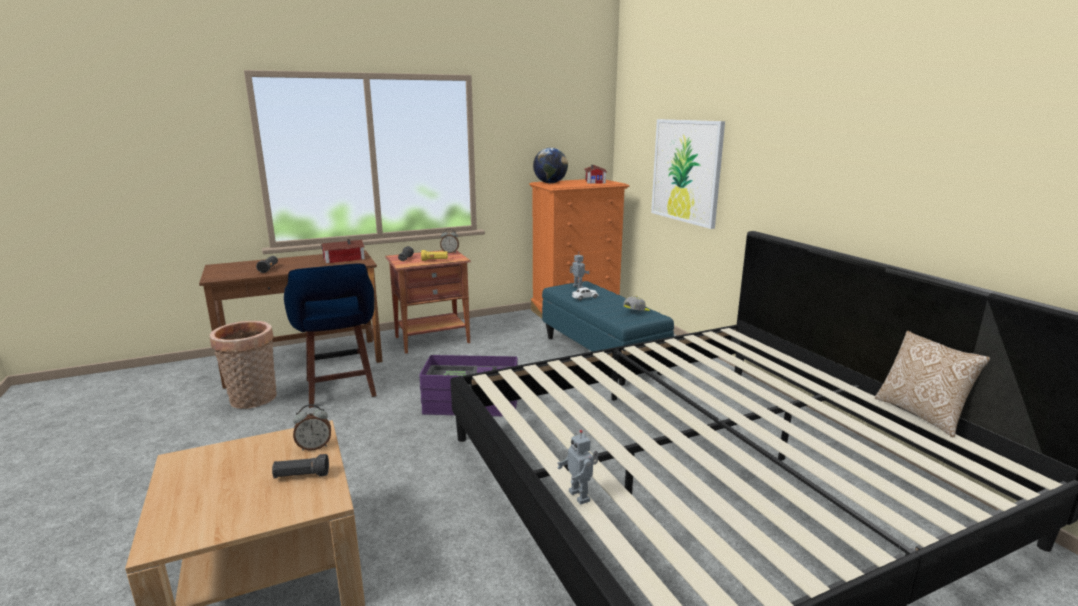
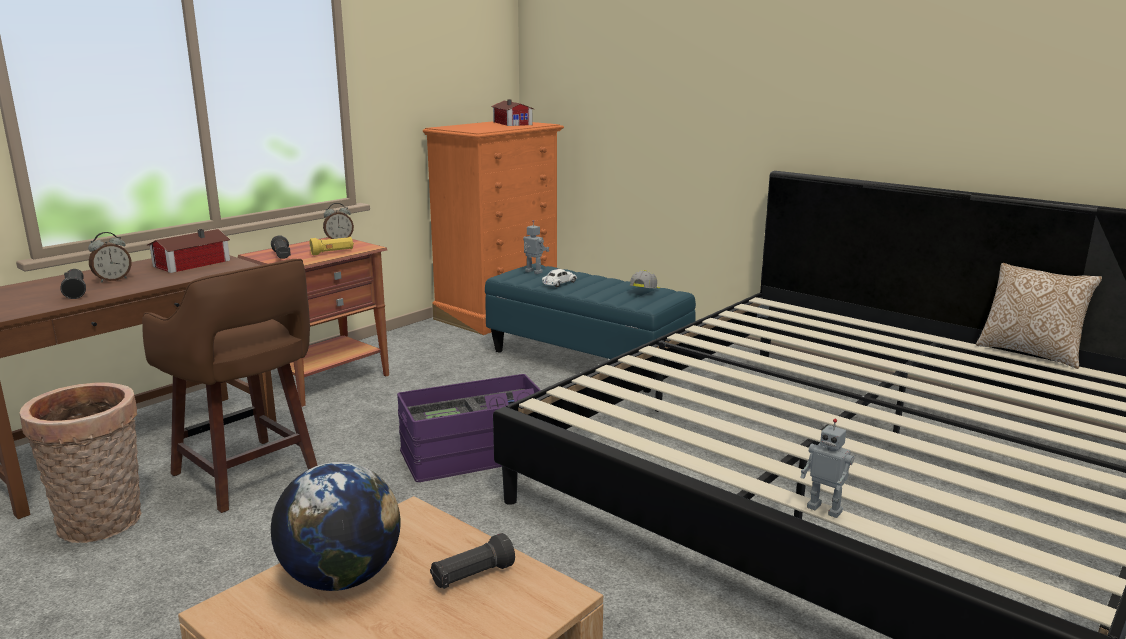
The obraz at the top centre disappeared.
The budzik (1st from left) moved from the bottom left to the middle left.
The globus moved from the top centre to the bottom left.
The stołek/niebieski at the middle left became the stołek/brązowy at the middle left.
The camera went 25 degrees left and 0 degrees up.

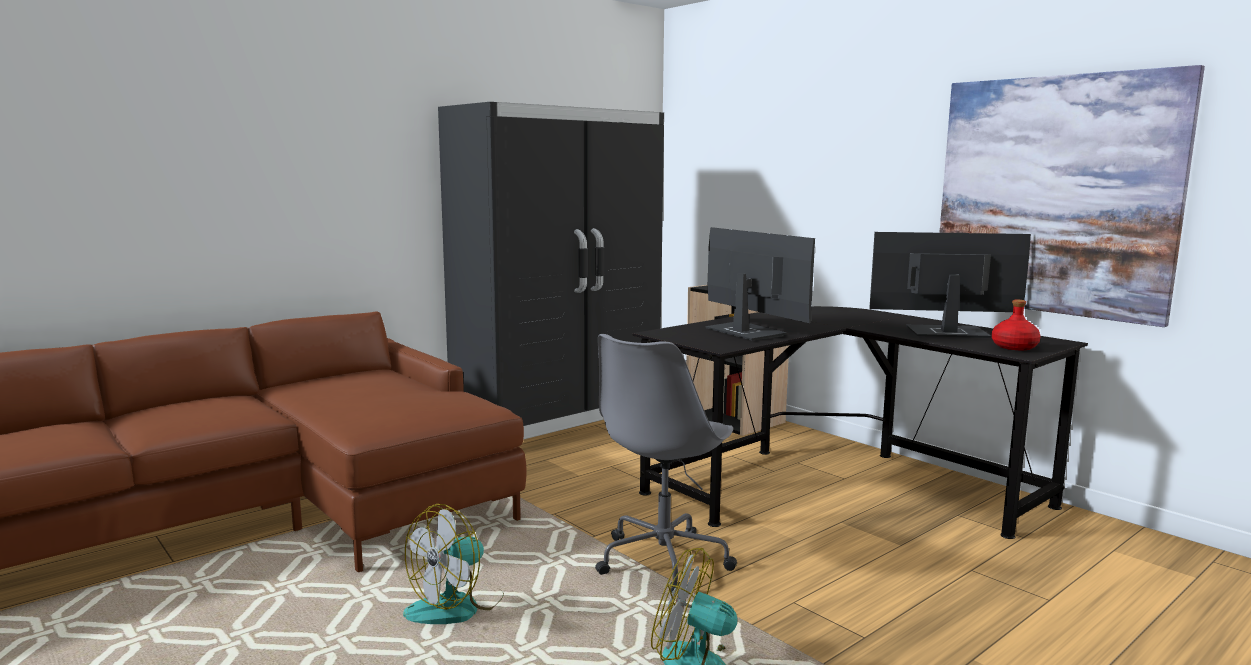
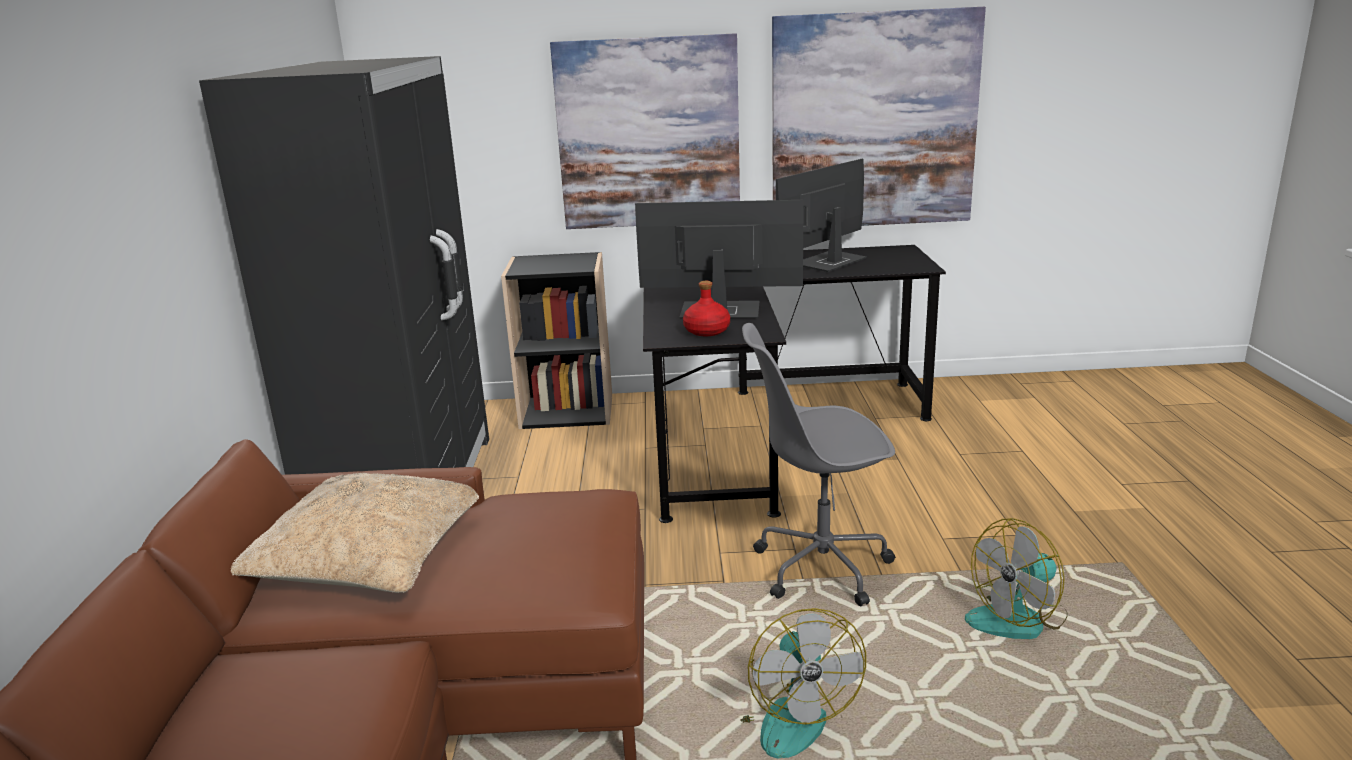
The poduszka/beżowy at the bottom left appeared.
The obraz (1st from left) at the top centre appeared.
The butelka/czerwony moved from the middle right to the centre.
The krzesło biurowe/szary at the bottom centre turned 105 degrees clockwise.
The camera went 50 degrees left and 10 degrees up.

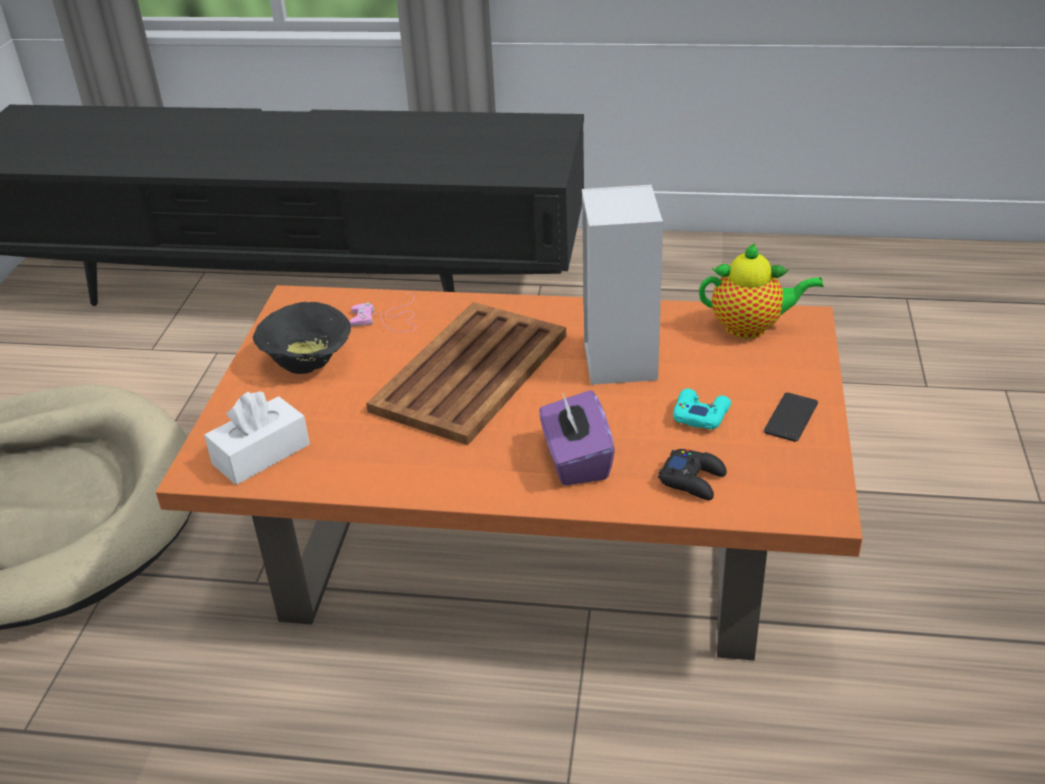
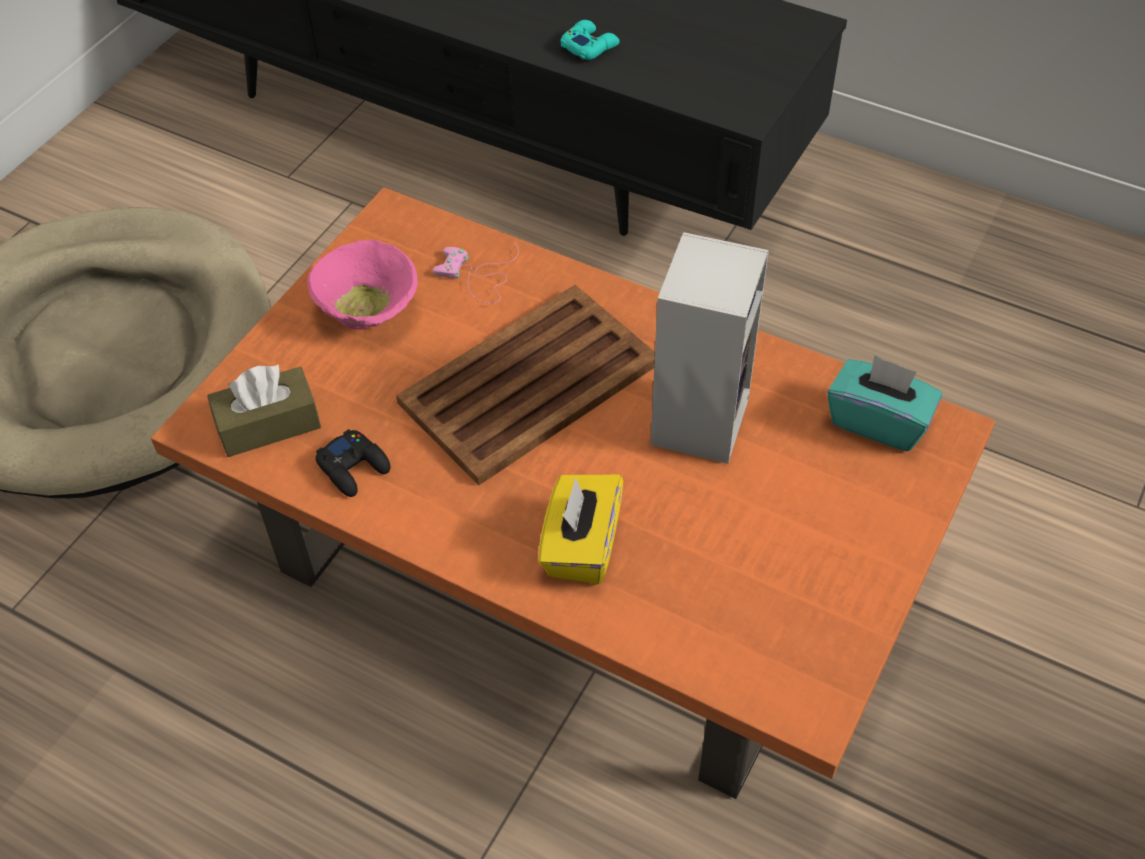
The telefon at the middle right disappeared.
The pad do gier/czarny moved from the centre to the middle left.
The pad do gier/turkusowy moved from the middle right to the top centre.
The imbryk at the middle right was replaced by the pudełko chusteczek/turkusowy at the middle right.
The pudełko chusteczek/biały at the middle left became the pudełko chusteczek/brązowy at the middle left.
The miska/czarny at the middle left became the miska/różowy at the top left.
The pudełko chusteczek/fioletowy at the centre became the pudełko chusteczek/żółty at the centre.
The camera went 20 degrees right and 15 degrees up.

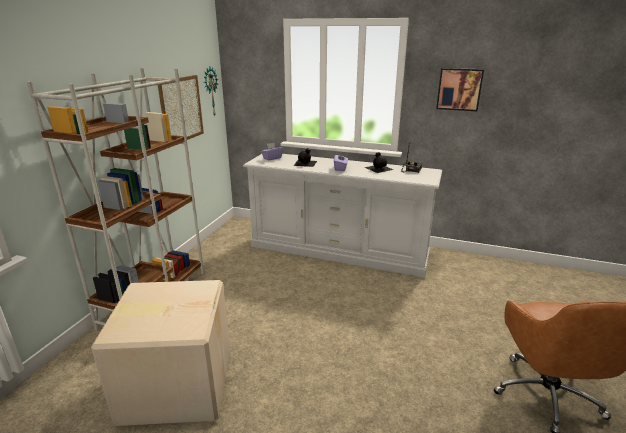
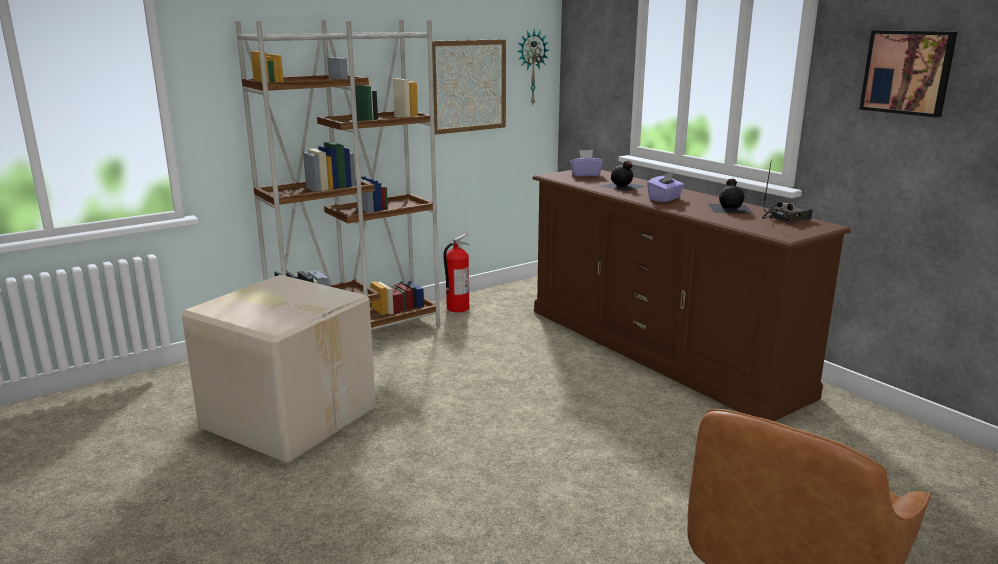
The gaśnica at the centre appeared.
The szafka/biały at the centre became the szafka/brązowy at the middle right.
The camera went 35 degrees right and 5 degrees down.

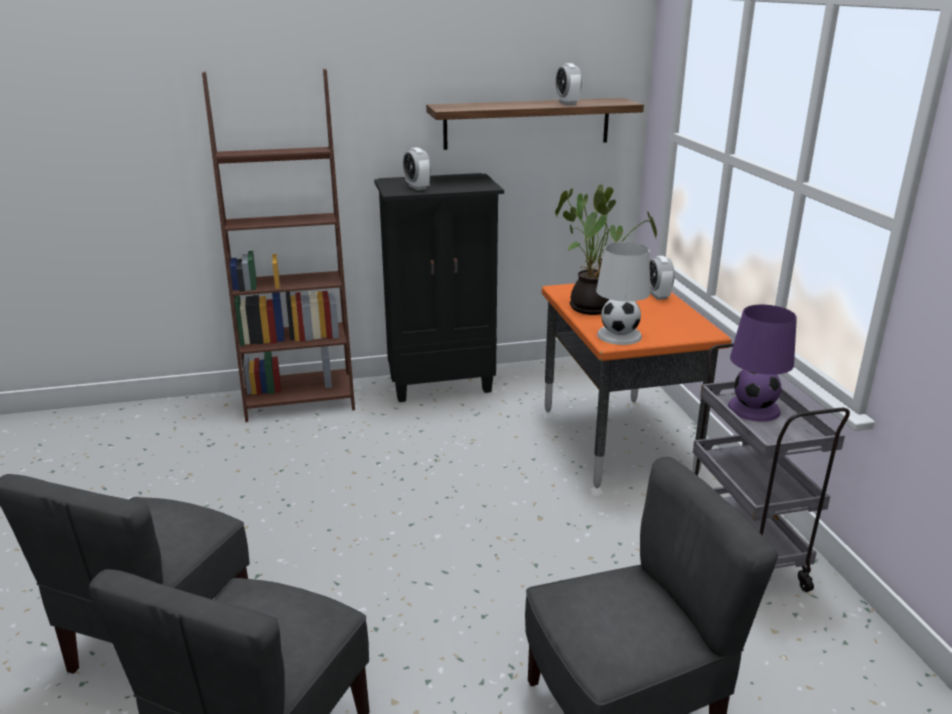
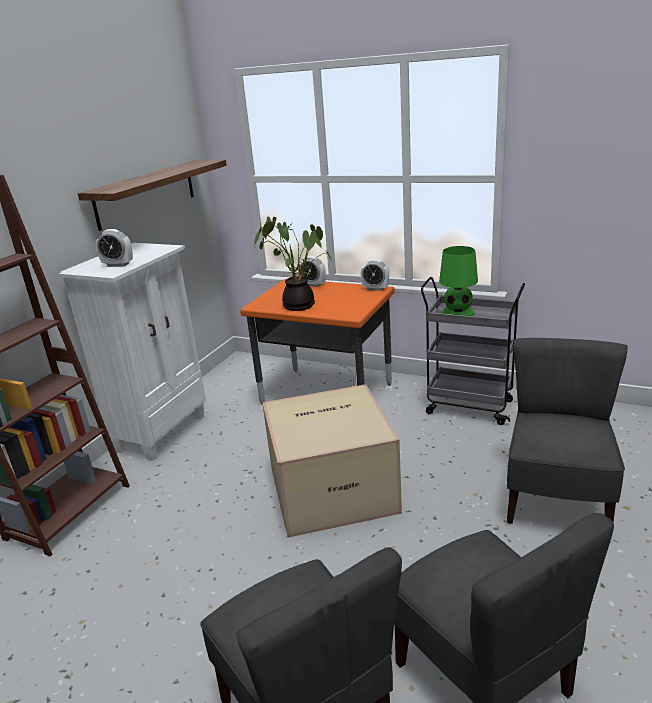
The lampa stołowa/biały at the centre disappeared.
The karton at the centre appeared.
The budzik (2nd from left in the first image) moved from the top centre to the centre.
The szafka/czarny at the centre became the szafka/biały at the middle left.
The lampa stołowa/fioletowy at the middle right became the lampa stołowa/zielony at the middle right.
The camera went 50 degrees left and 0 degrees up.

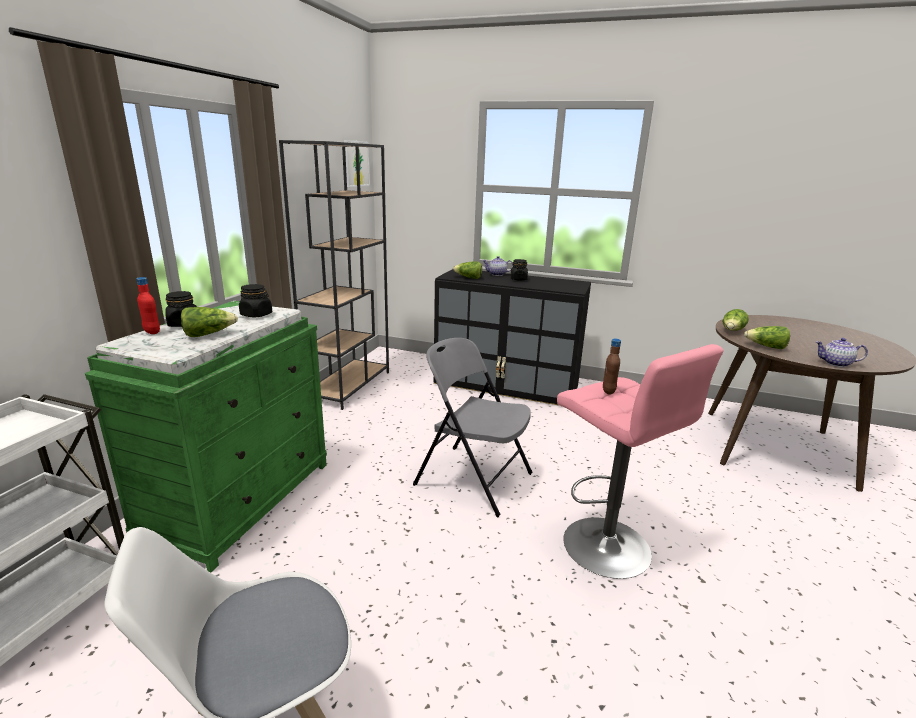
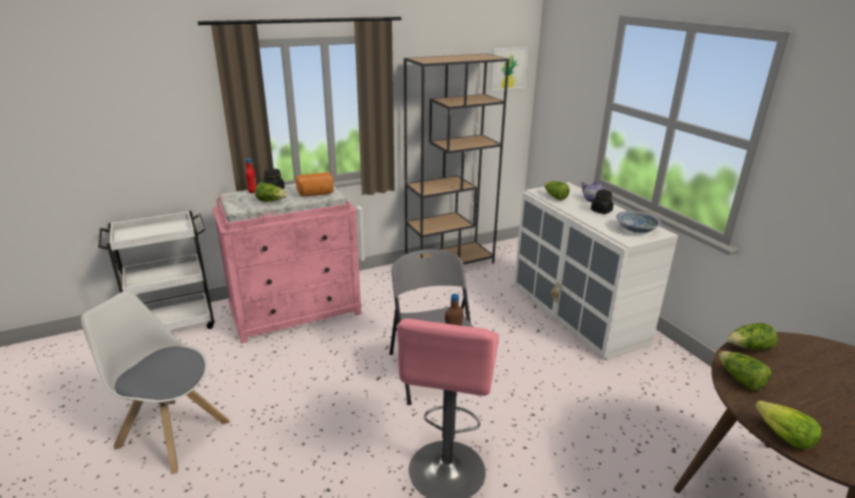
The miska at the middle right appeared.
The słoik/czarny (2nd from left) at the middle left was replaced by the chleb at the centre.
The imbryk (2nd from left) at the middle right was replaced by the sałata (5th from left) at the bottom right.
The komoda/zielony at the middle left became the komoda/różowy at the centre.
The szafka/czarny at the centre became the szafka/biały at the middle right.
The camera went 45 degrees right and 5 degrees up.

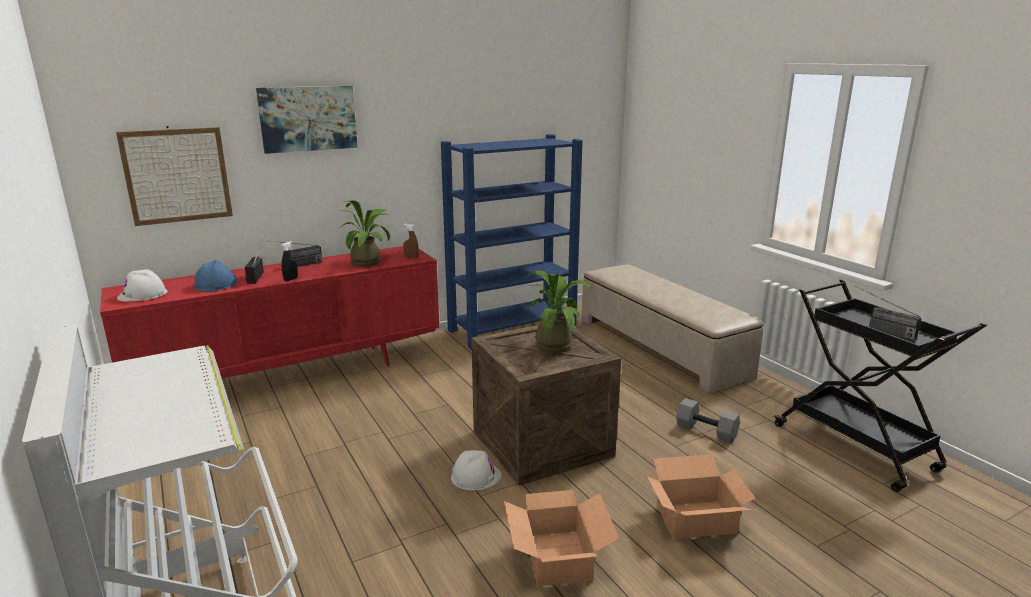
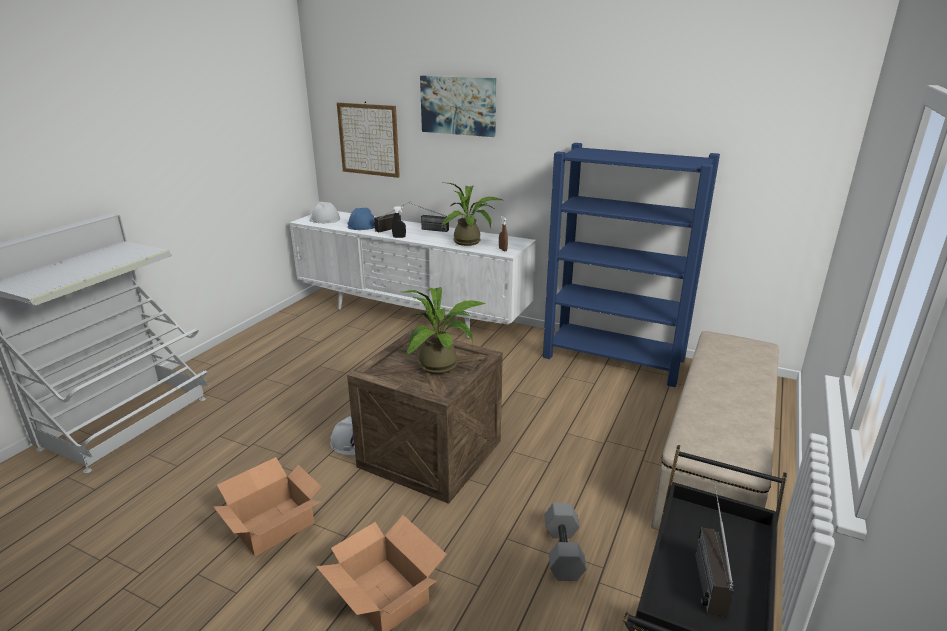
The szafka/czerwony at the middle left became the szafka/biały at the centre.
The camera went 55 degrees right and 5 degrees up.

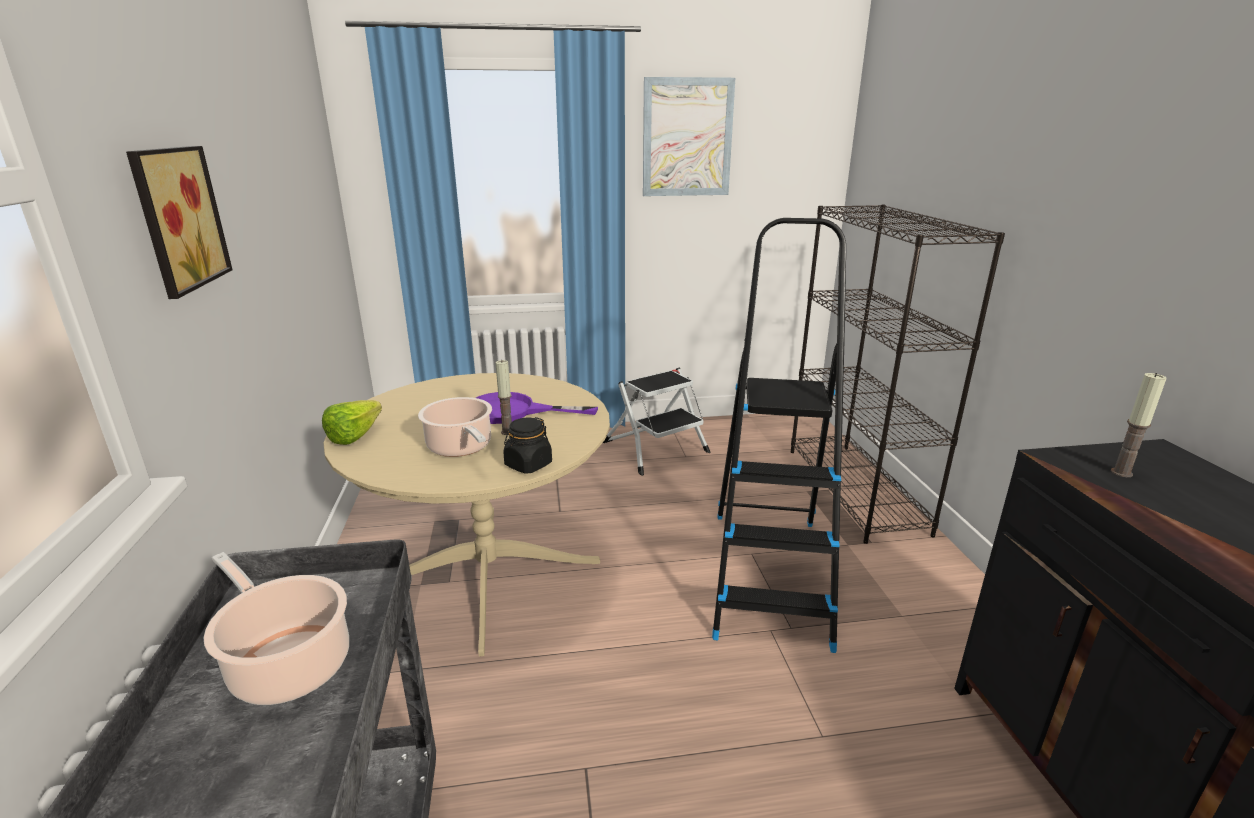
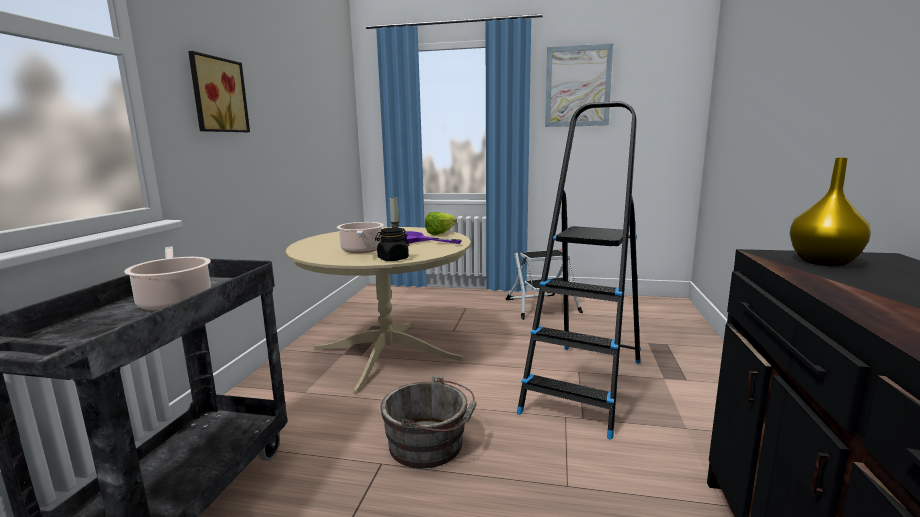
The regał/czarny at the middle right disappeared.
The wiadro/szary at the bottom centre appeared.
The sałata moved from the middle left to the centre.
The świeca (2nd from left) at the middle right was replaced by the wazon/żółty at the middle right.
The camera went 20 degrees right and 10 degrees down.

